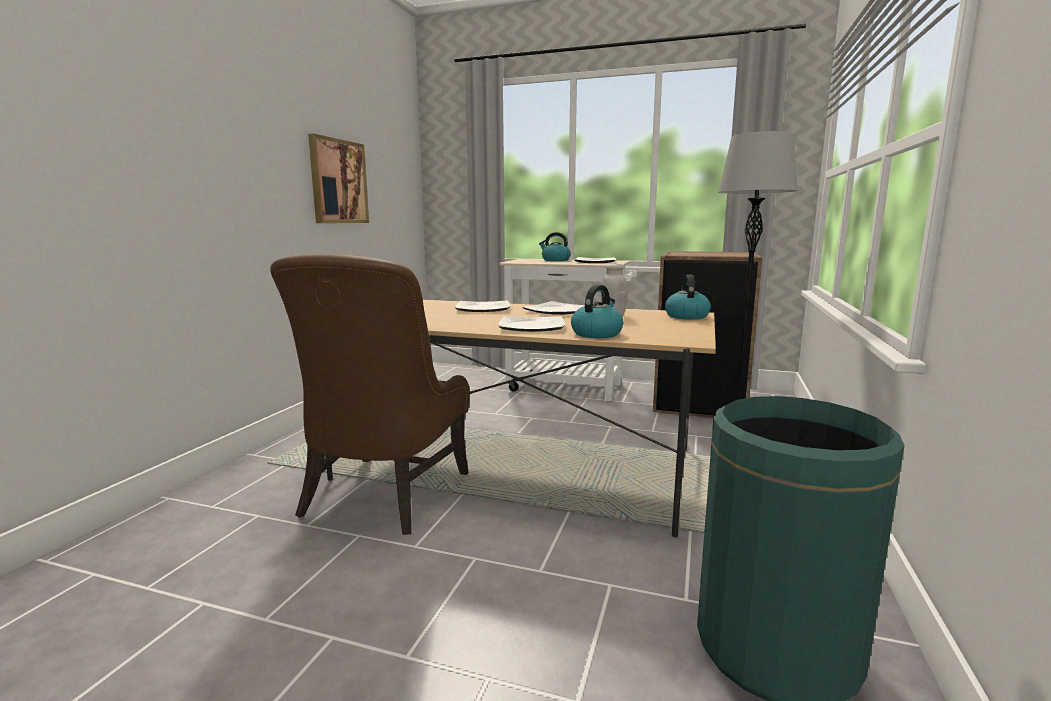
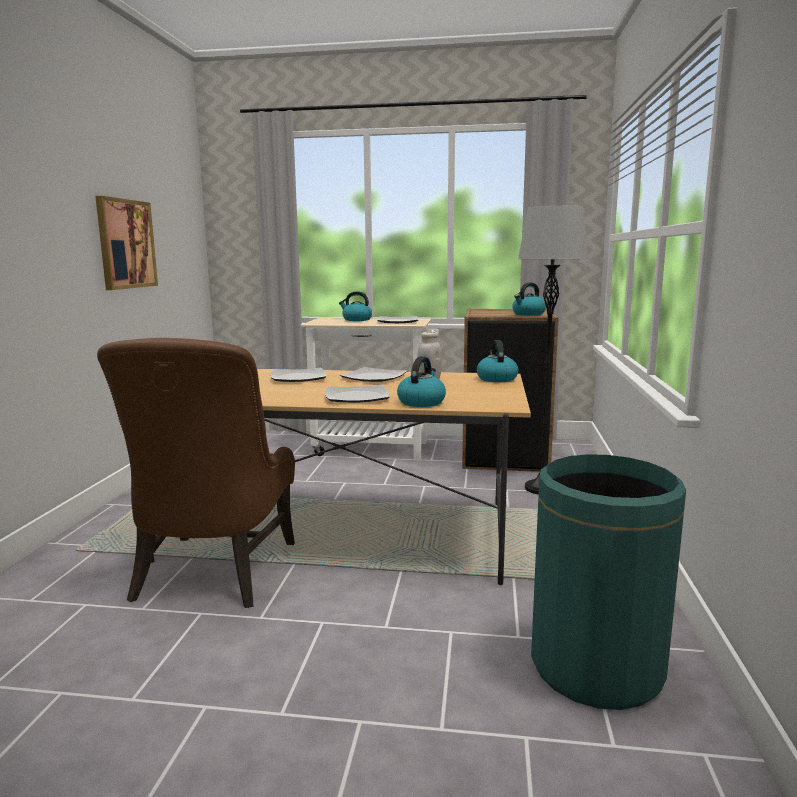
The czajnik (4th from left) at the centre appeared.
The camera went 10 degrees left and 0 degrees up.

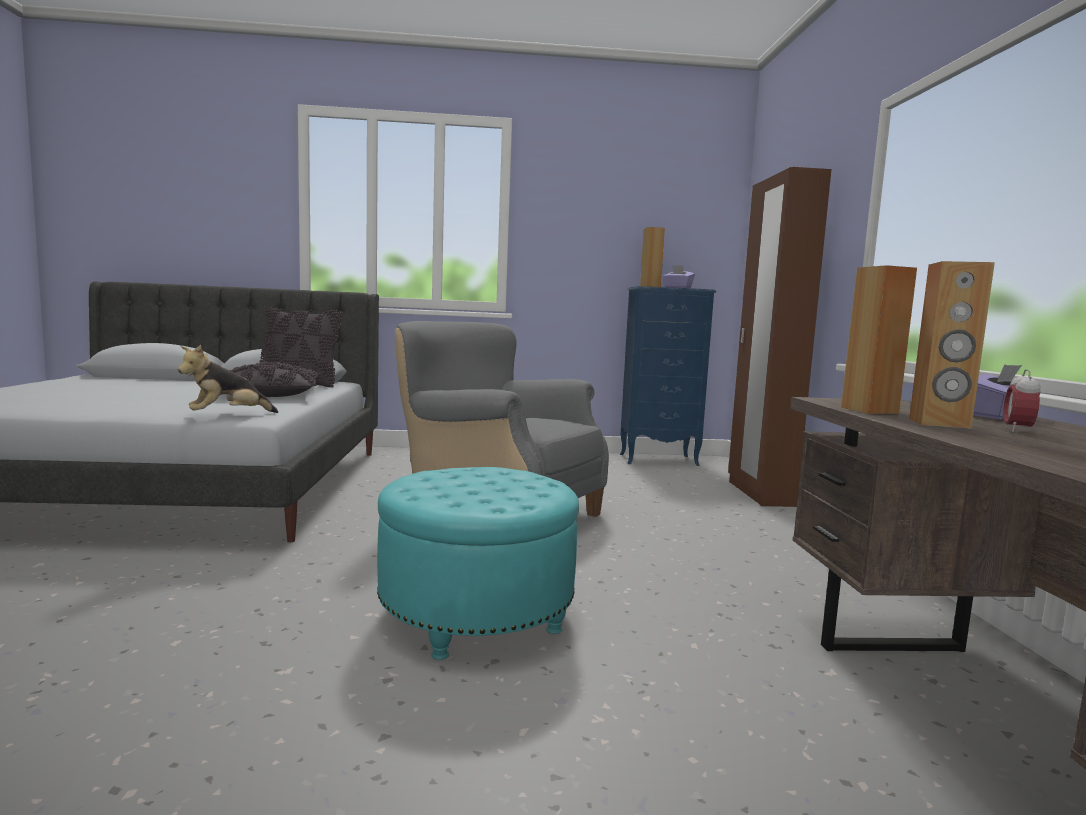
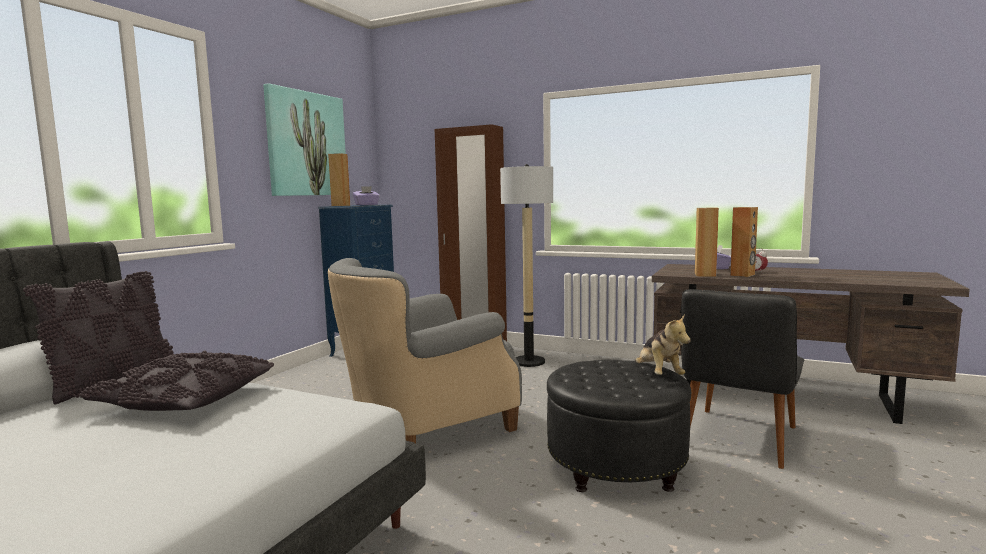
The obraz at the top left appeared.
The lampa stojąca at the centre appeared.
The krzesło/czarny at the bottom right appeared.
The pluszak moved from the middle left to the middle right.
The pufa/turkusowy at the bottom centre became the pufa/czarny at the bottom centre.
The camera went 60 degrees left and 0 degrees up.

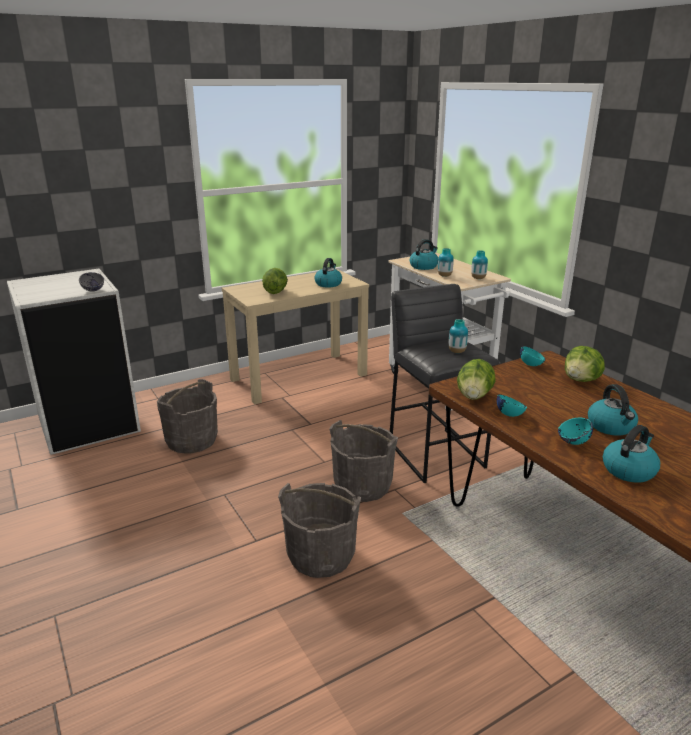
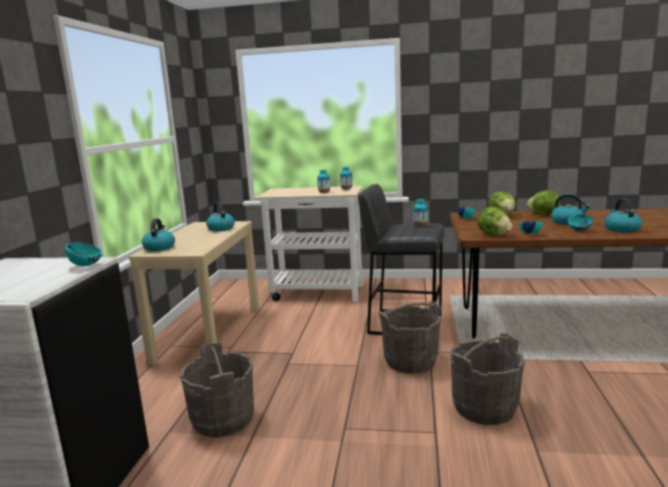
The sałata (1st from left in the first image) moved from the centre to the middle right.
The czajnik (2nd from left in the first image) moved from the centre to the middle left.
The miska/szary at the middle left became the miska/turkusowy (1st from left) at the middle left.
The camera went 50 degrees left and 10 degrees down.

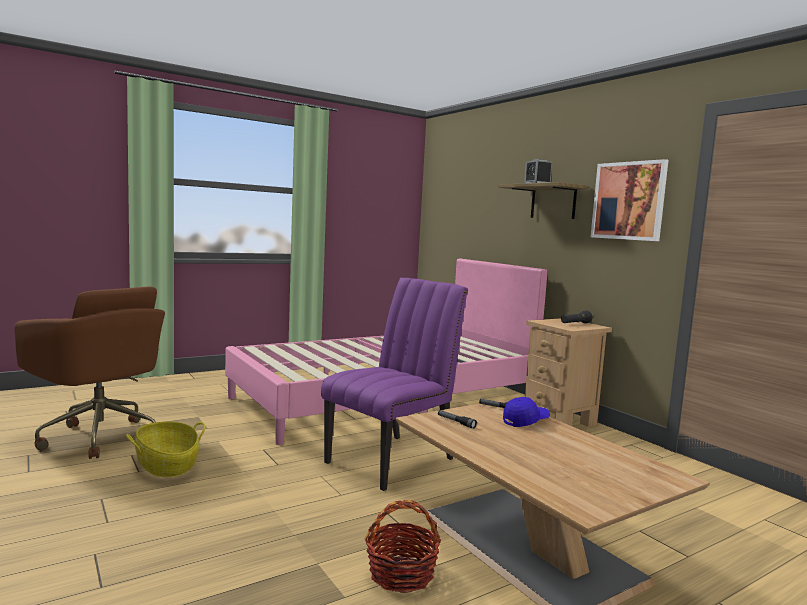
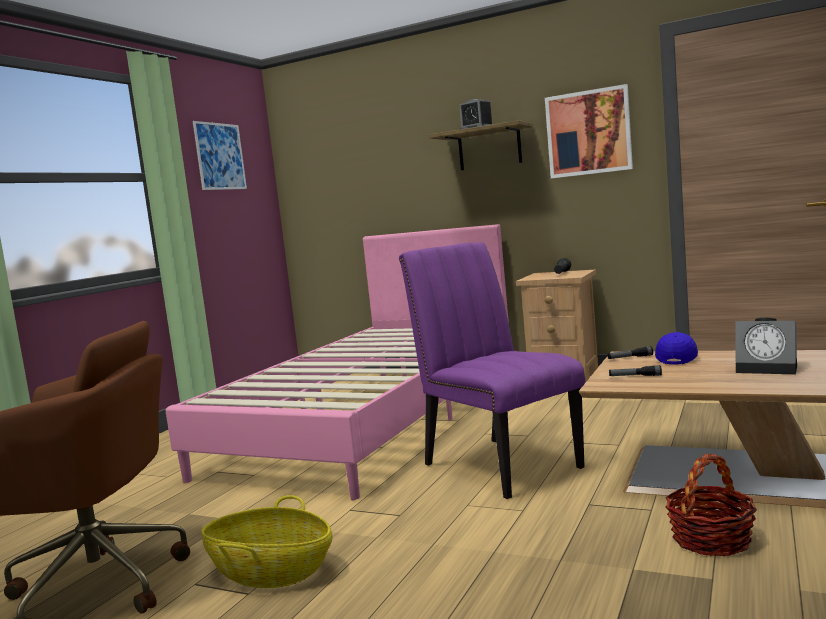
The obraz (1st from left) at the top left appeared.
The budzik (2nd from left) at the middle right appeared.
The krzesło/fioletowy at the centre turned 45 degrees counterclockwise.
The camera went 30 degrees left and 0 degrees up.

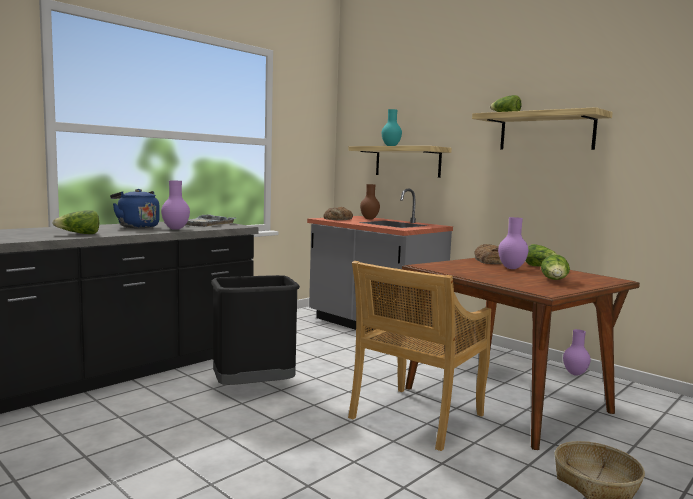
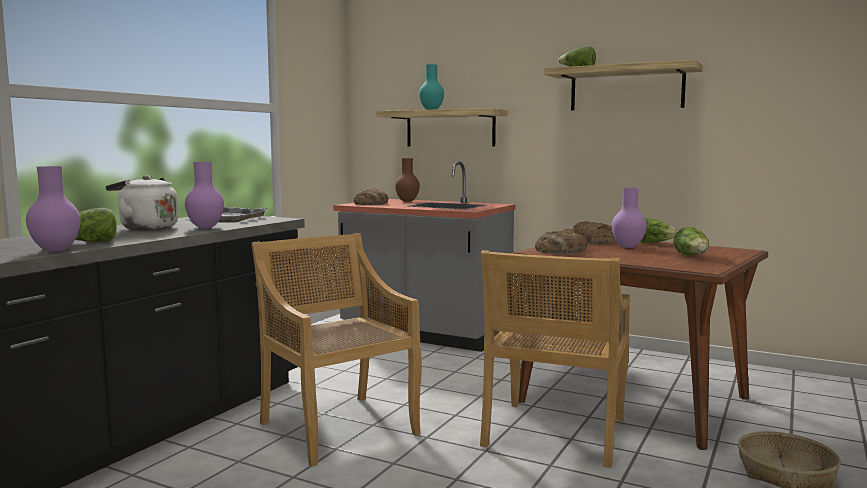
The chleb (2nd from left) at the centre appeared.
The wazon/fioletowy (3rd from left in the first image) moved from the bottom right to the middle left.
The kosz na śmieci/czarny at the centre was replaced by the krzesło/beżowy (1st from left) at the bottom centre.
The czajnik/niebieski at the middle left became the czajnik/biały at the middle left.
The camera went 15 degrees left and 0 degrees up.

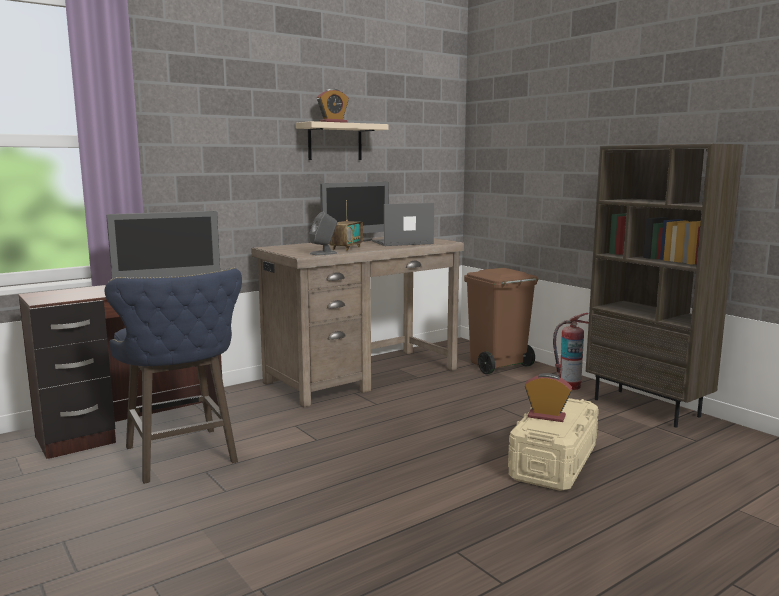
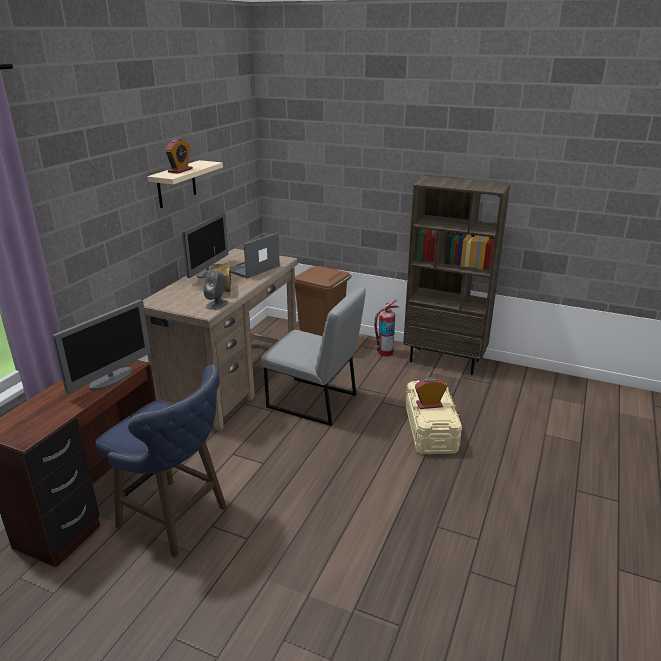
The krzesło/szary at the centre appeared.
The camera went 30 degrees left and 15 degrees up.

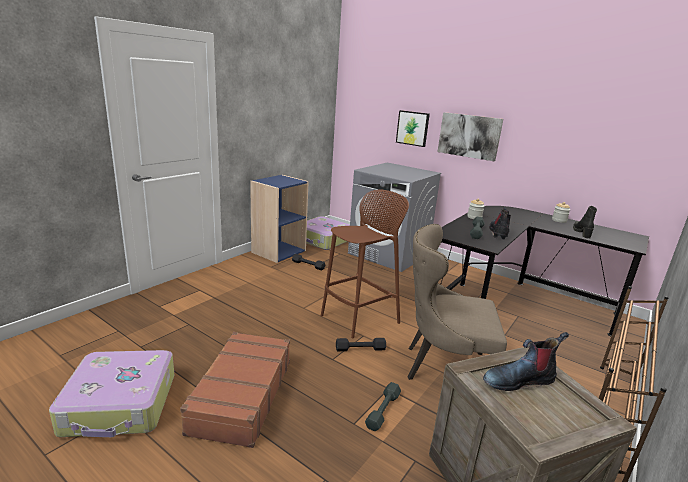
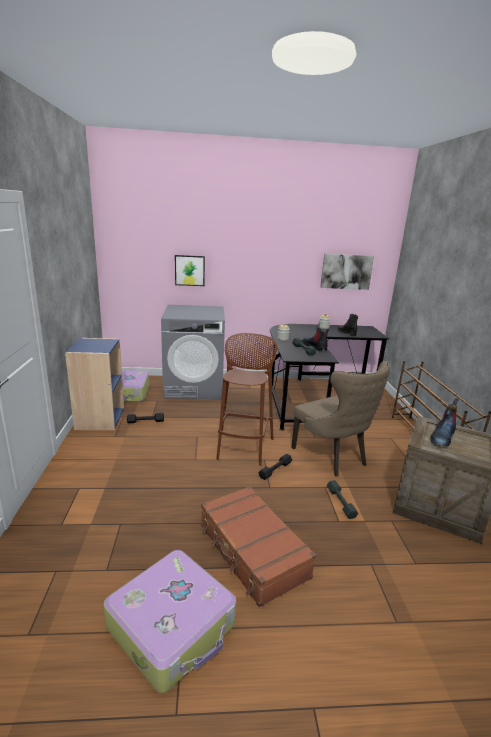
The obraz (2nd from left) moved from the top right to the middle right.
The krzesło/beżowy at the centre turned 90 degrees counterclockwise.
The camera went 40 degrees left and 0 degrees up.

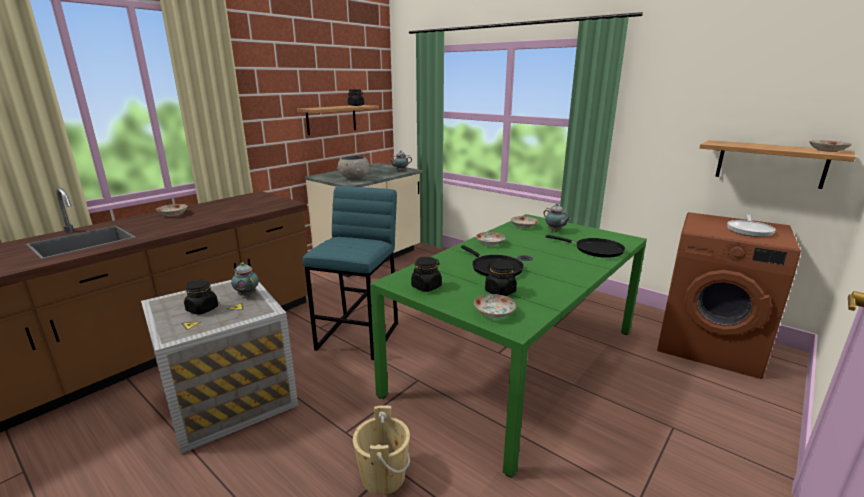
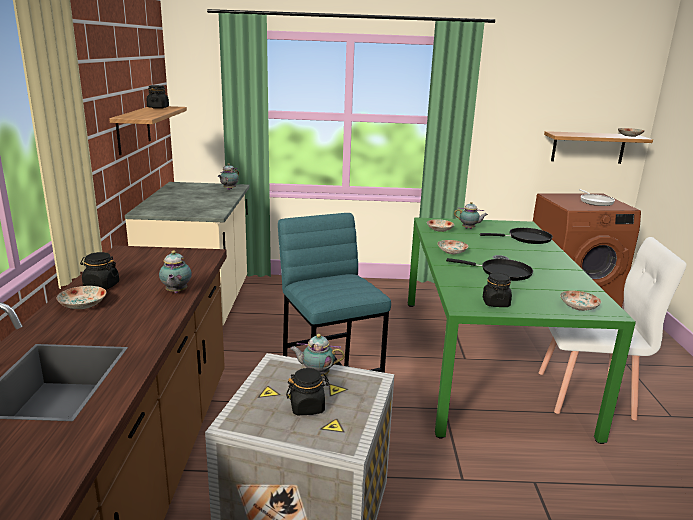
The miska/szary at the centre disappeared.
The wiadro/beżowy at the bottom centre disappeared.
The imbryk (1st from left) at the middle left appeared.
The krzesło/biały at the middle right appeared.
The słoik/czarny (4th from left in the first image) moved from the centre to the middle left.
The camera went 40 degrees left and 0 degrees up.

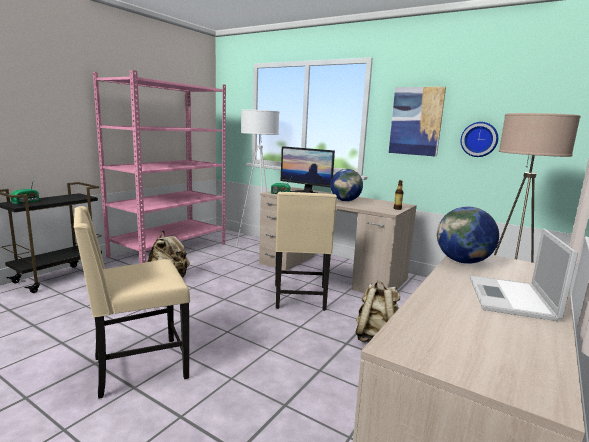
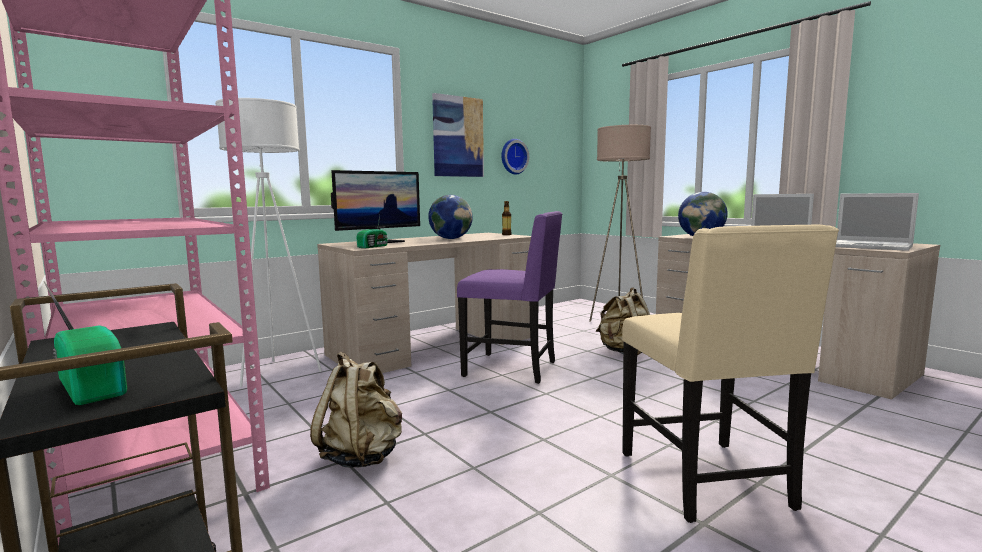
The laptop (2nd from left) at the middle right appeared.
The krzesło/beżowy (2nd from left) at the centre became the krzesło/fioletowy at the centre.
The camera went 70 degrees left and 5 degrees down.

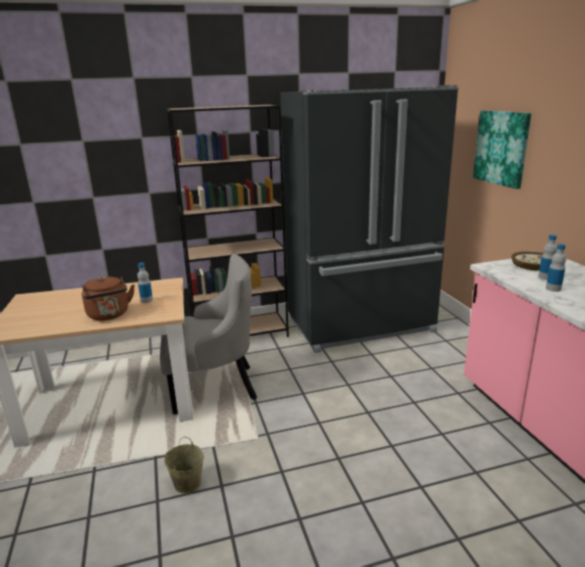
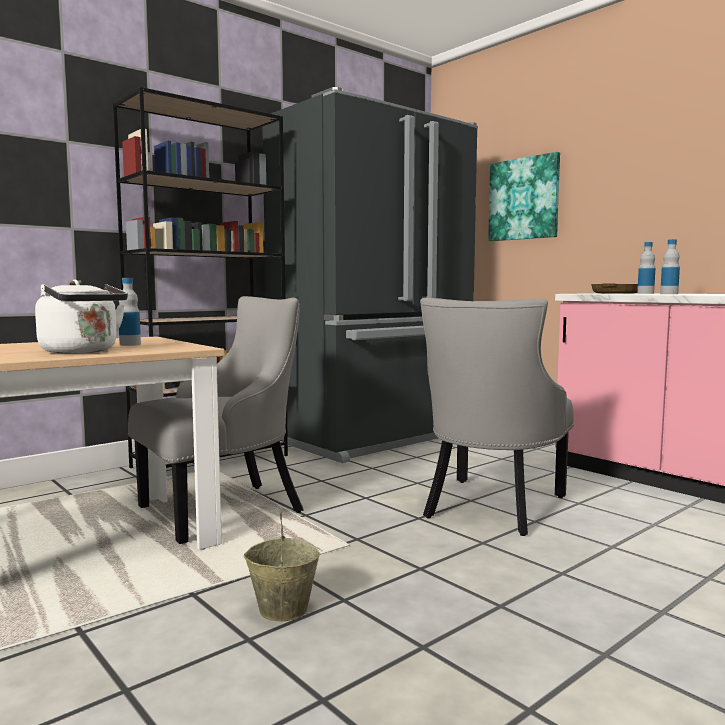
The krzesło/szary (2nd from left) at the middle right appeared.
The czajnik/brązowy at the middle left became the czajnik/biały at the middle left.
The camera went 25 degrees left and 15 degrees down.

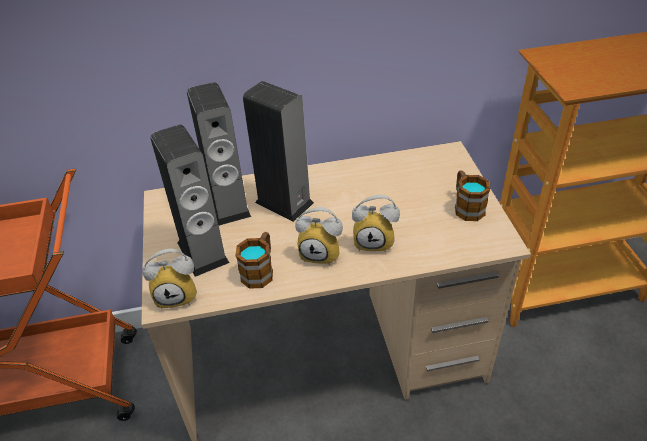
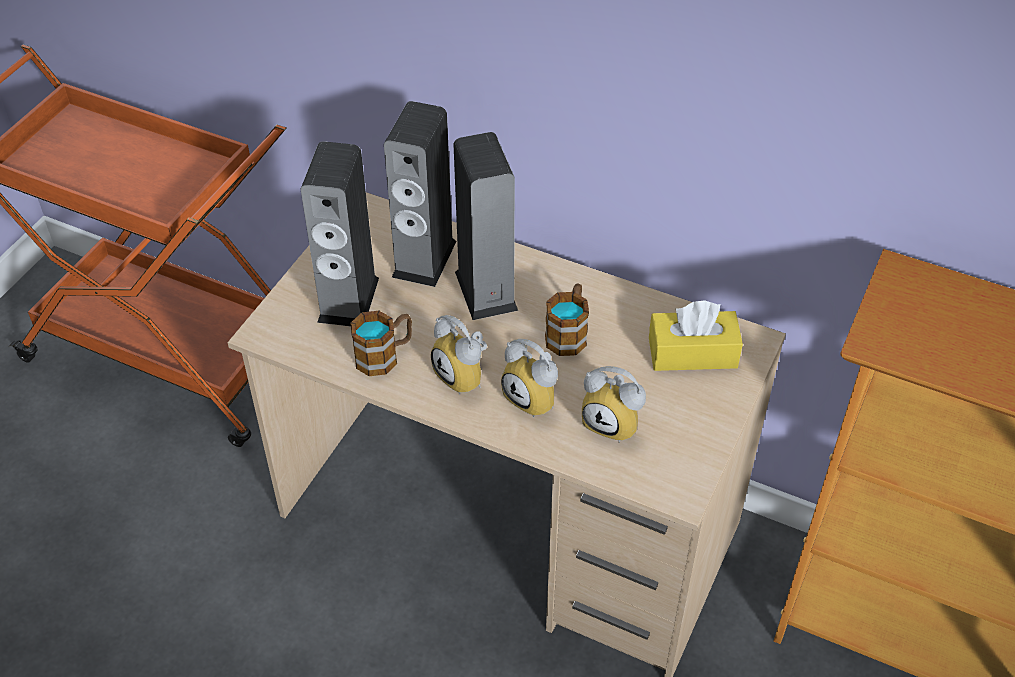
The pudełko chusteczek/żółty at the middle right appeared.
The budzik (1st from left in the first image) moved from the middle left to the centre.
The kubek (2nd from left) moved from the middle right to the centre.
The camera went 35 degrees right and 5 degrees up.

